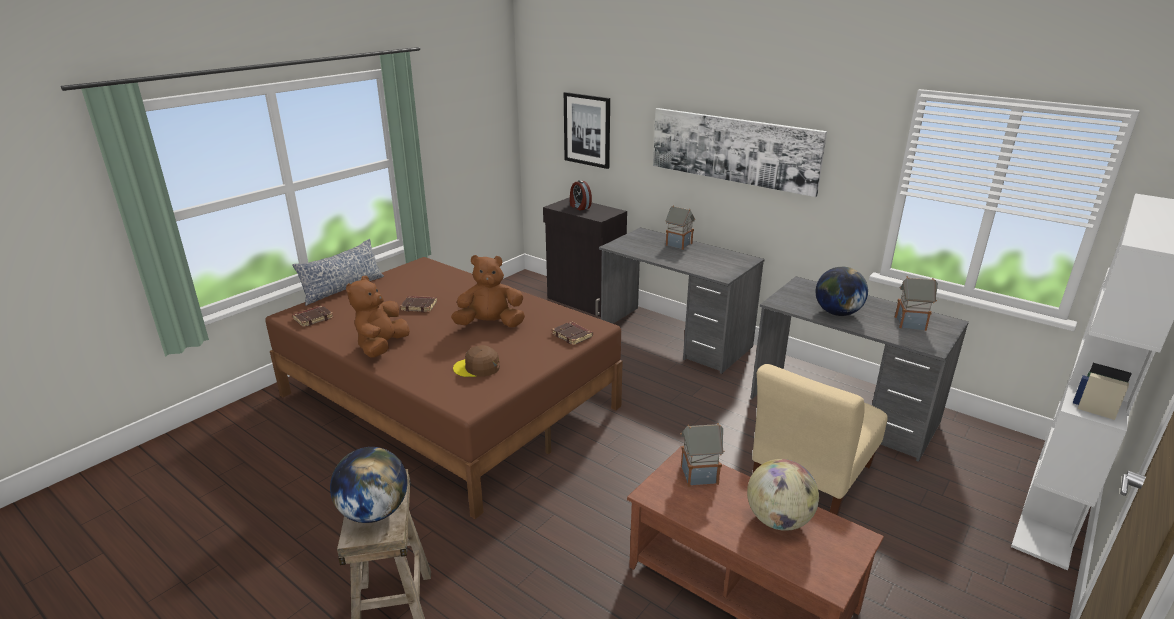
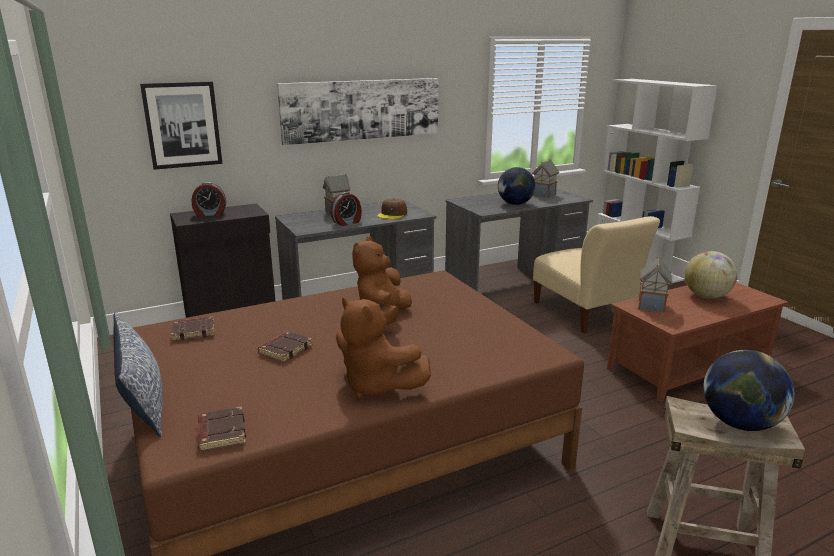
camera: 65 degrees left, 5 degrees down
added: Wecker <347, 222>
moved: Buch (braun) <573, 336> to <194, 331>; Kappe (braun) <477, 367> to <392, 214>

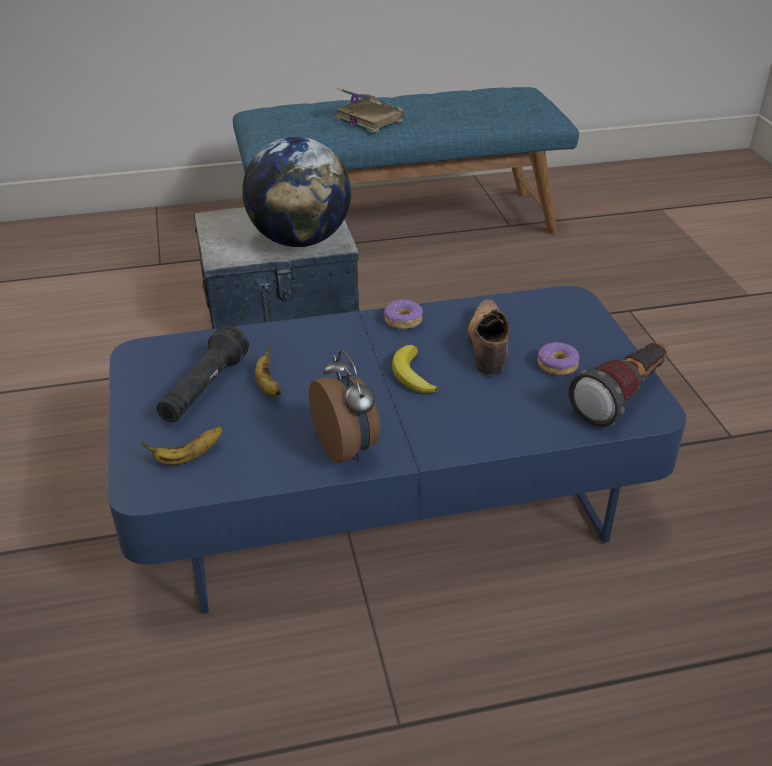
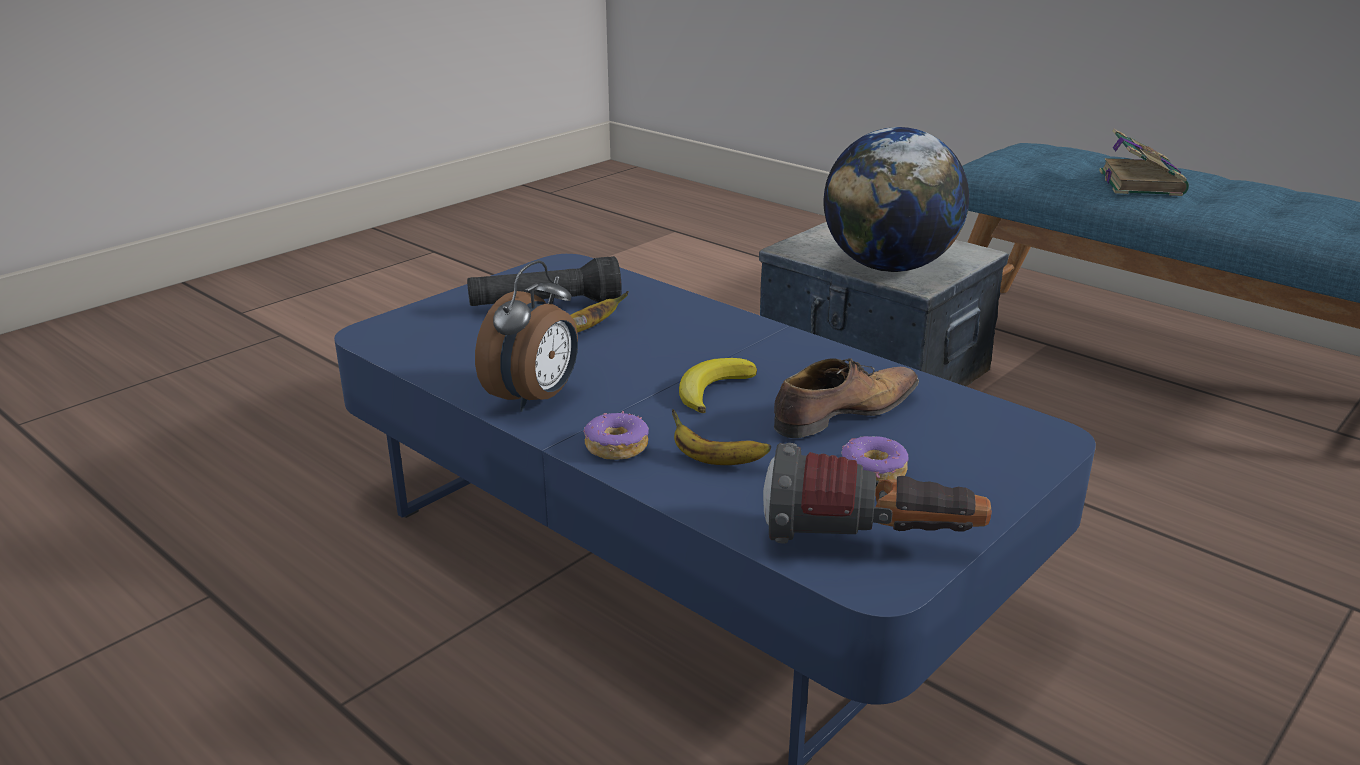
camera: 55 degrees right, 10 degrees down
moved: Donut <403, 321> to <616, 446>; Banane <188, 457> to <715, 461>

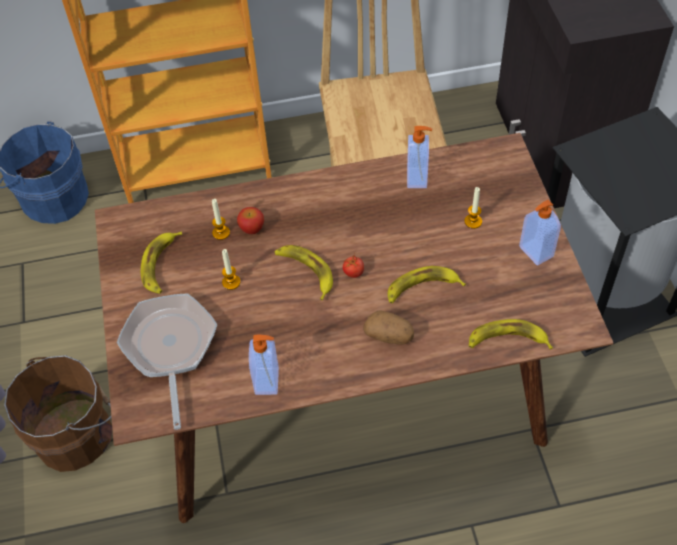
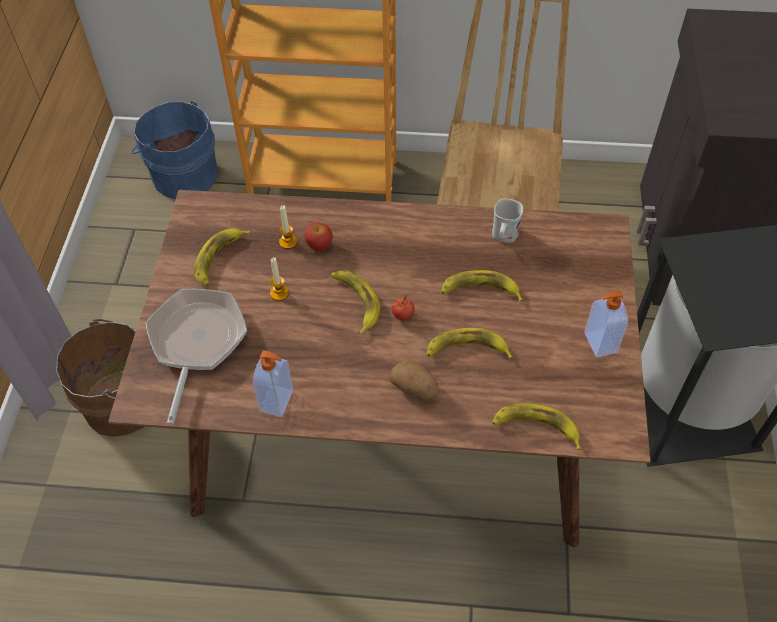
camera: 15 degrees right, 0 degrees up
removed: Kerze <473, 221>
added: Banane <480, 290>
replaced: Seifenspender <418, 178> to Henkelbecher (weiß) <504, 236>

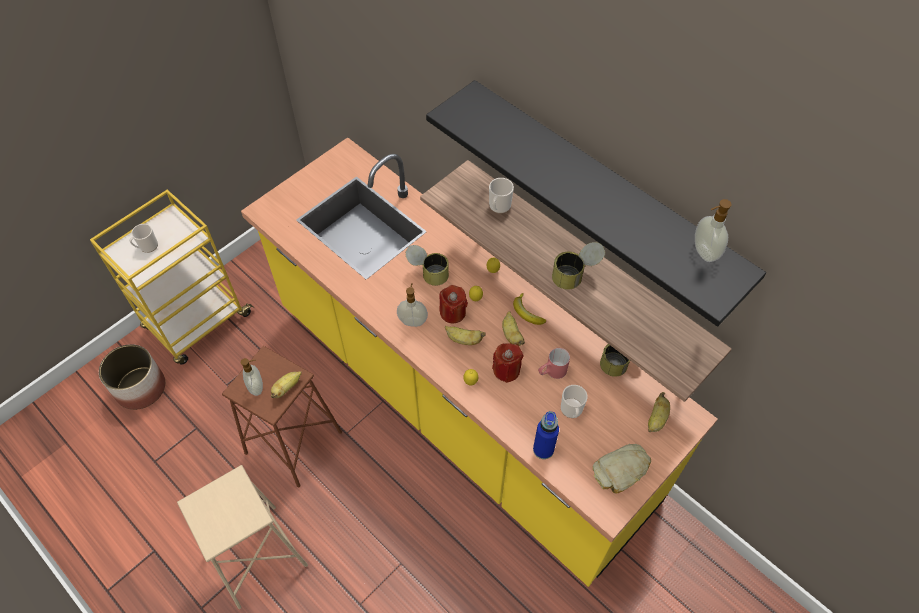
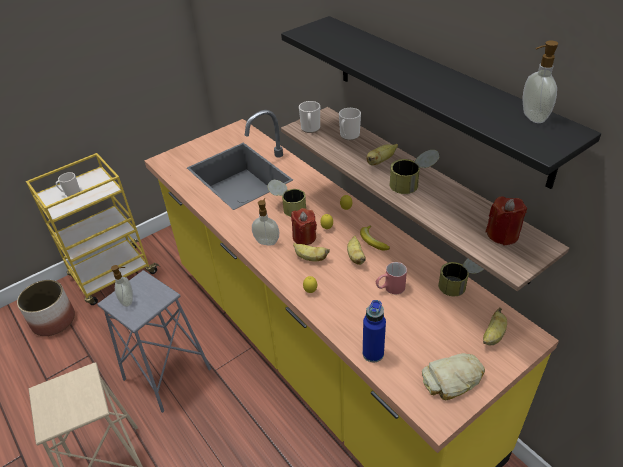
camera: 10 degrees right, 15 degrees down
moved: Kerze (rot) <506, 370> to <502, 234>; Banane <287, 388> to <380, 161>; Henkelbecher <572, 411> to <310, 129>
recoloured: Hocker (braun) <293, 442> to Hocker (grau) <167, 374>

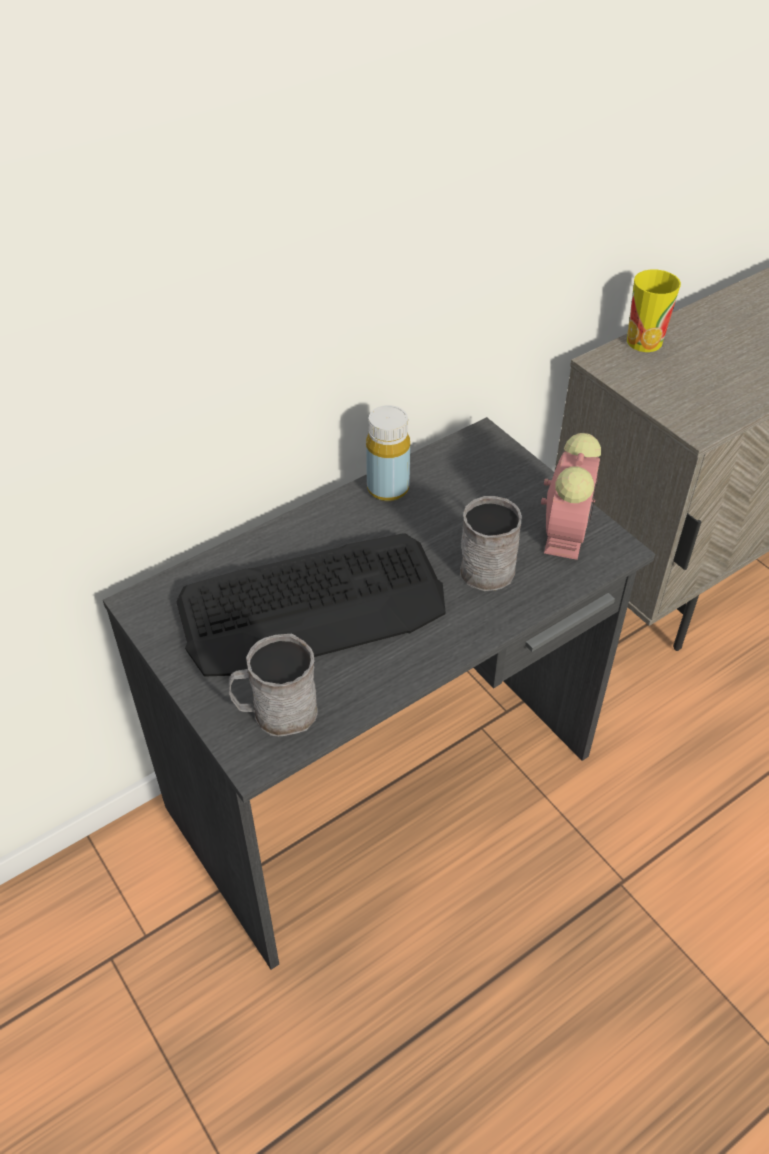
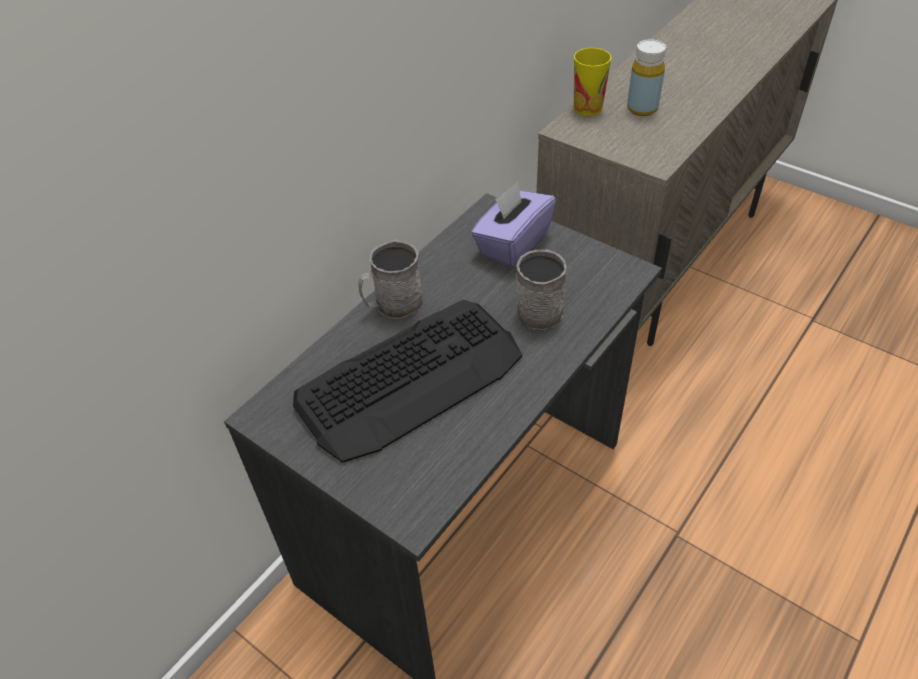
camera: 15 degrees left, 0 degrees up
removed: Wecker <565, 531>
added: Taschentuchbox (lila) <512, 244>
moved: Flasche (gelb) <388, 488> to <642, 108>; Henkelbecher (grau) <276, 712> to <392, 305>

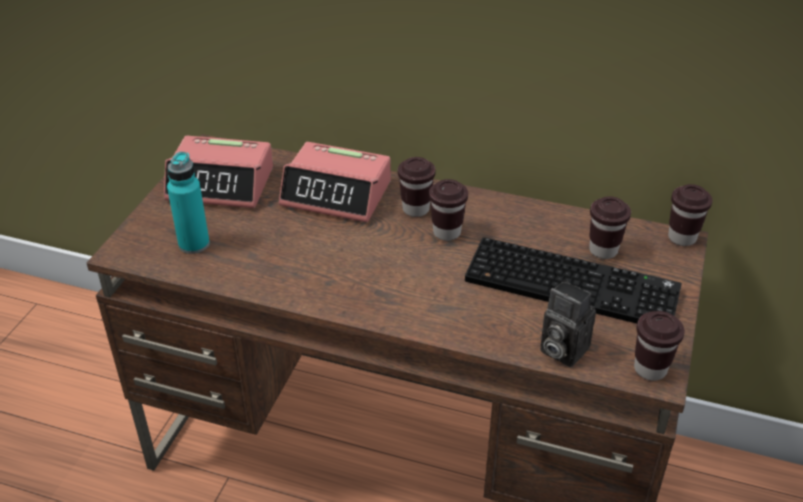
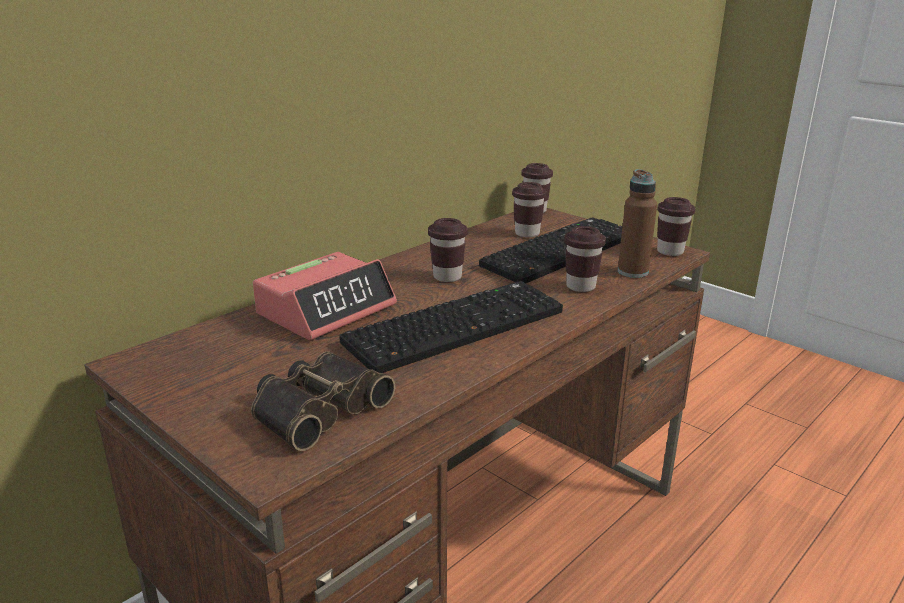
camera: 65 degrees left, 15 degrees down
removed: Wecker <221, 184>
added: Tastatur <456, 325>
moved: Tasse (braun) <416, 209> to <580, 286>
replaced: Flasche (türkis) <194, 244> to Fernglas <317, 408>; Kamera <560, 349> to Flasche (braun) <633, 272>

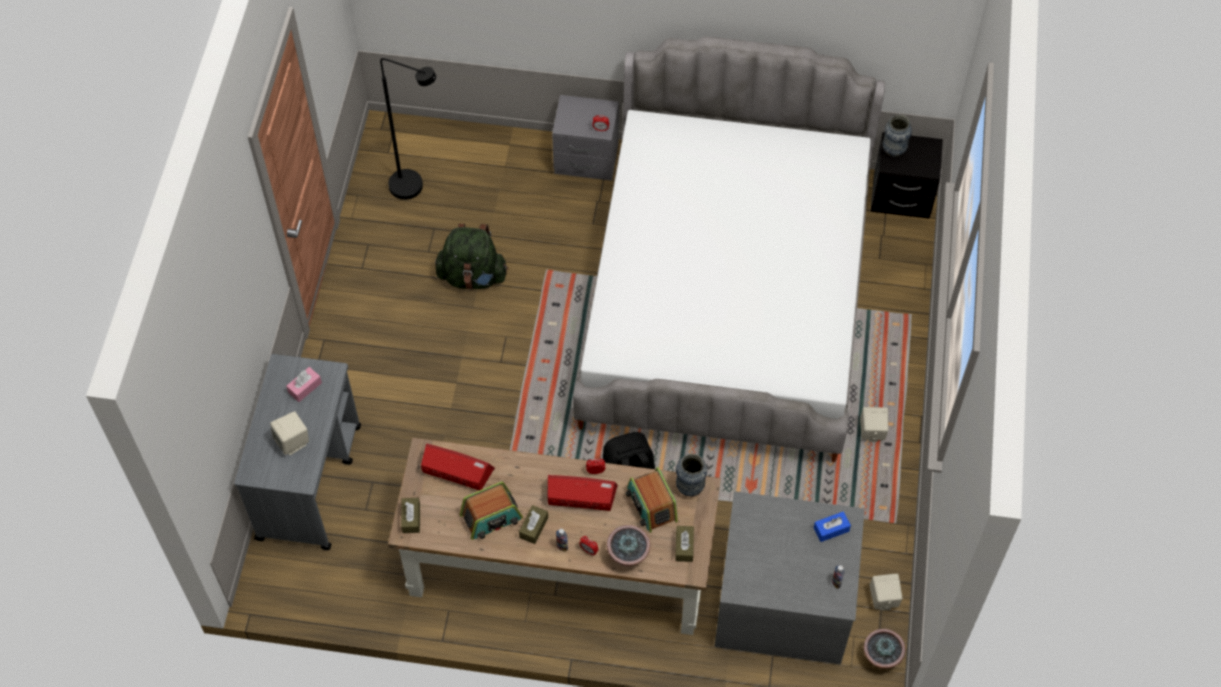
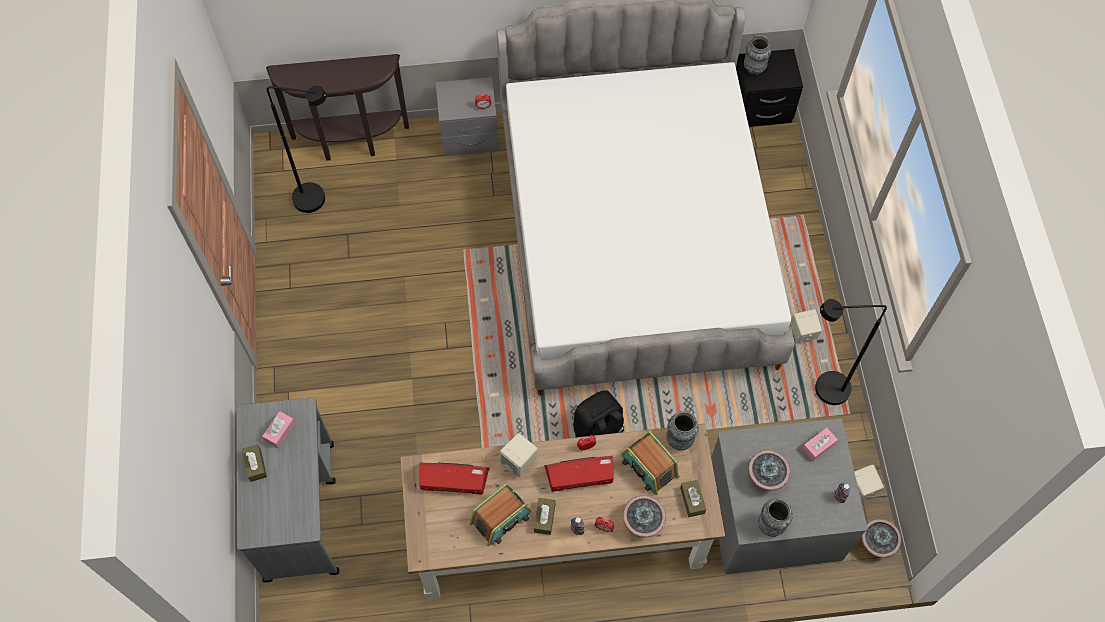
camera: 15 degrees left, 5 degrees up
removed: Rucksack (grün) <472, 276>
added: Konsolentisch (braun) <351, 143>; Stehlampe (schwarz) <822, 391>; Topfpflanze <765, 478>; Vase <771, 525>
moved: Lautsprecher (beige) <293, 442> to <519, 461>; Taschentuchbox (braun) <411, 518> to <255, 465>
recoloured: Taschentuchbox (blau) <831, 529> to Taschentuchbox (rosa) <818, 446>

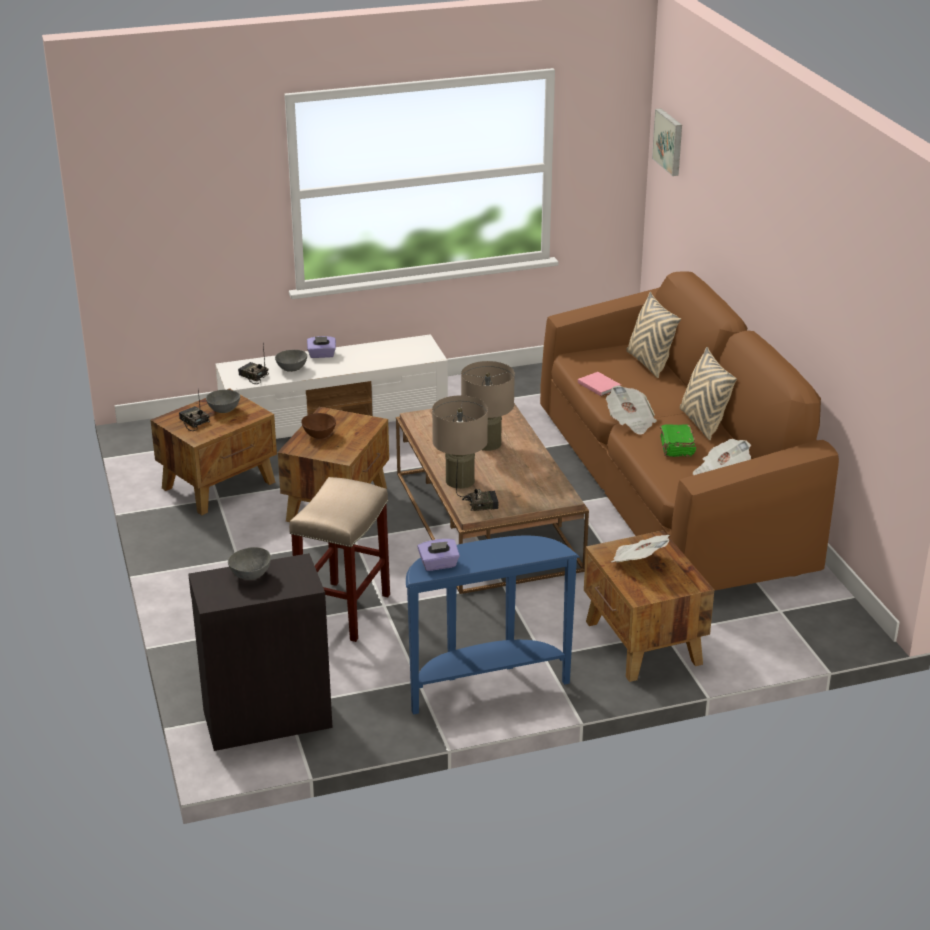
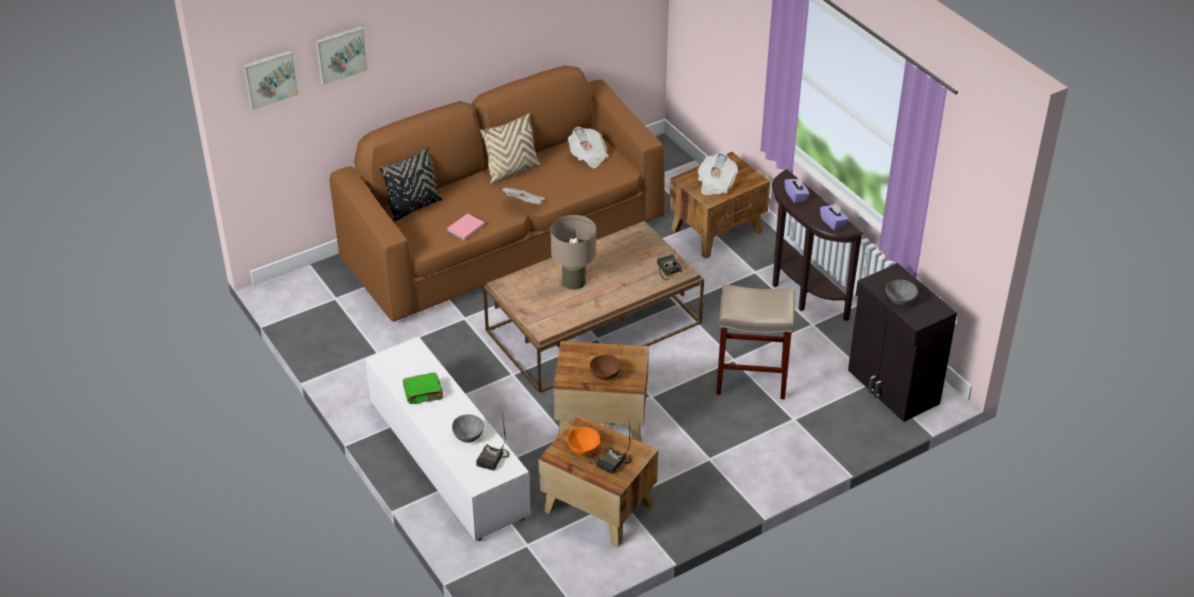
camera: 105 degrees left, 10 degrees up
removed: Tischlampe (beige) <460, 480>
added: Bild <340, 54>
moved: Taschentuchbox (lila) <322, 355> to <796, 196>; Buch (grün) <676, 447> to <424, 394>
recoloured: Kissen (beige) <649, 363> to Kissen (schwarz) <413, 207>; Schüssel (grau) <224, 410> to Schüssel (orange) <584, 449>; Konsolentisch (blau) <485, 685> to Konsolentisch (braun) <801, 292>

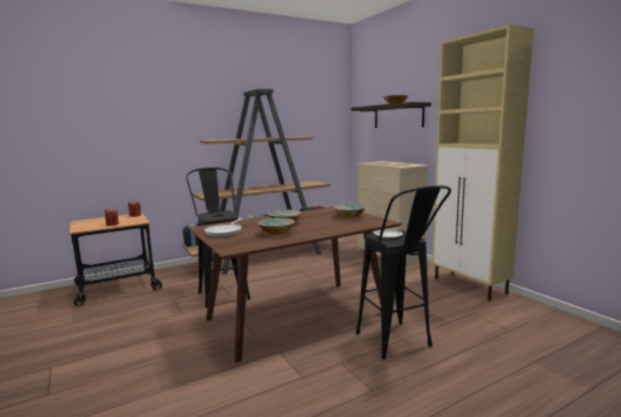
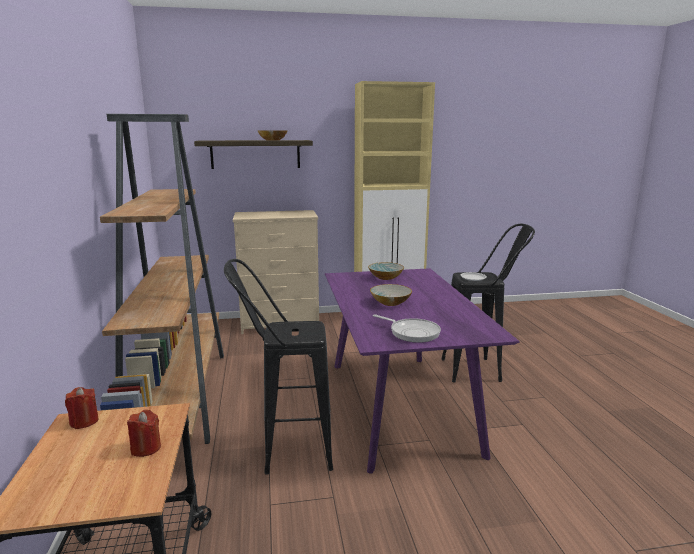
camera: 70 degrees left, 5 degrees up
removed: Schüssel <277, 233>
recoloured: Esstisch (braun) <297, 317> to Esstisch (lila) <401, 405>

